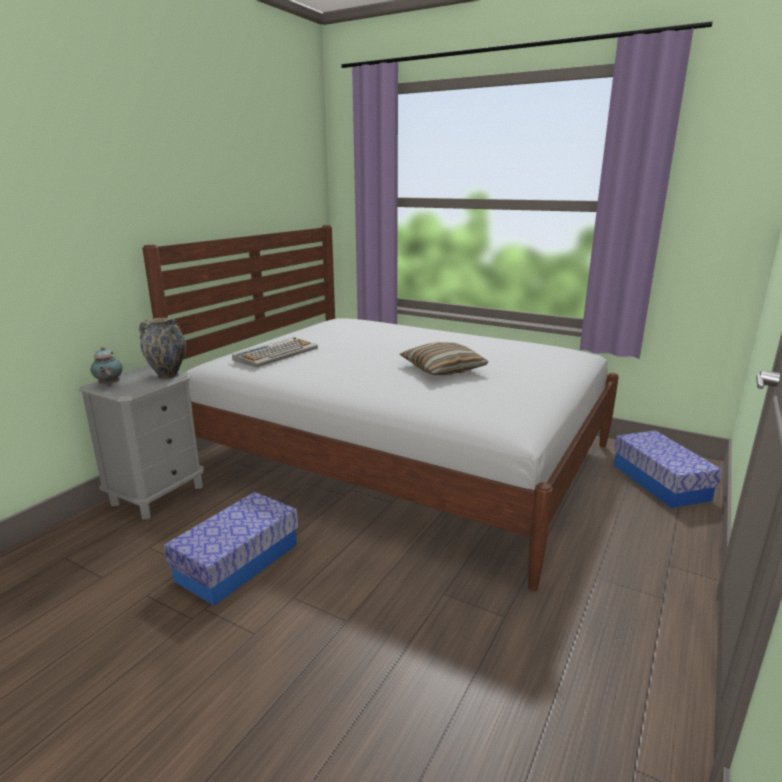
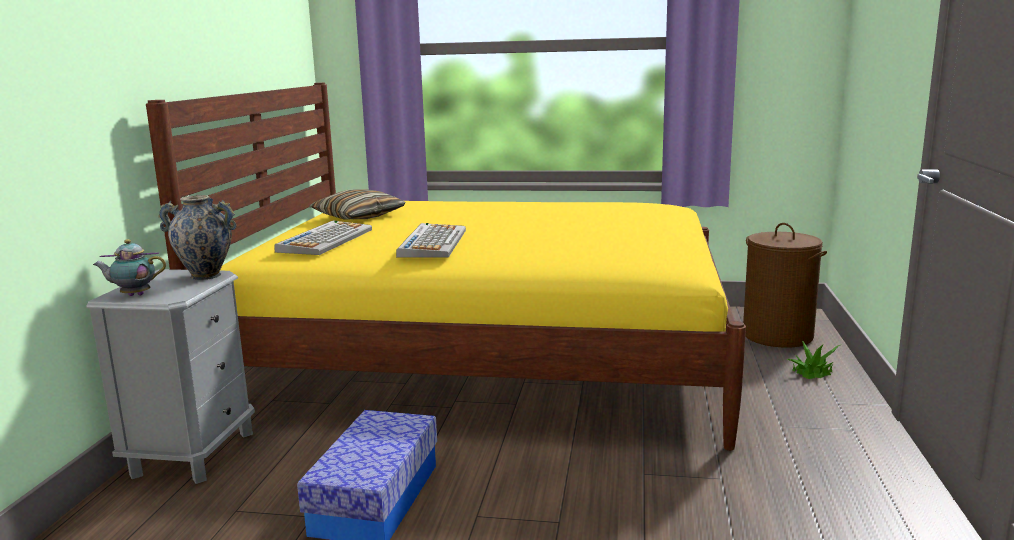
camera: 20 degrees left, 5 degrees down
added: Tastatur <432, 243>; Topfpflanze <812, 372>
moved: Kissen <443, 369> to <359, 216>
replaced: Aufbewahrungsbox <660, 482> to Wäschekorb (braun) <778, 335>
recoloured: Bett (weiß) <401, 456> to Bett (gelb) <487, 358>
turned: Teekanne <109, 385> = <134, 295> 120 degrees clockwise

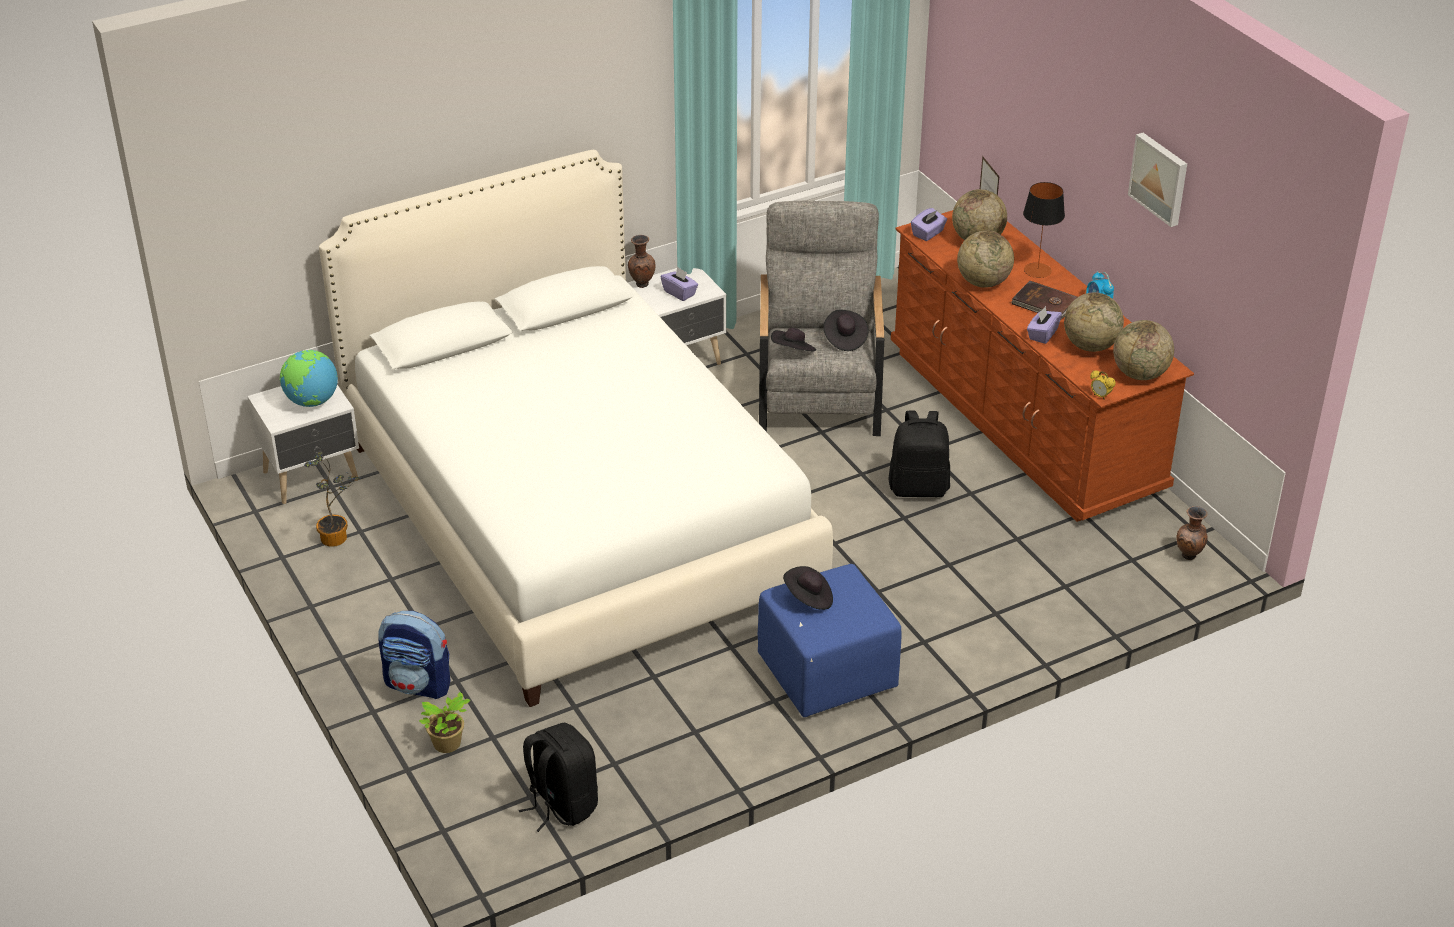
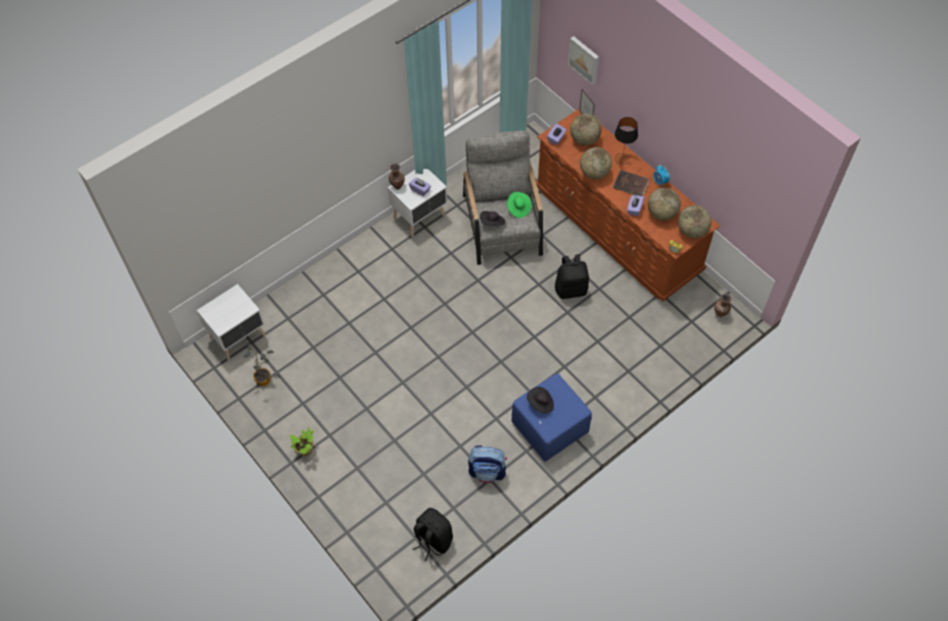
camera: 10 degrees left, 20 degrees up
removed: Bett (weiß) <578, 517>; Globus <311, 401>
moved: Bild <1160, 178> to <584, 59>; Rucksack <419, 684> to <487, 471>; Topfpflanze <448, 745> to <306, 451>
recoloured: Hut (schwarz) <844, 339> to Hut (grün) <518, 208>

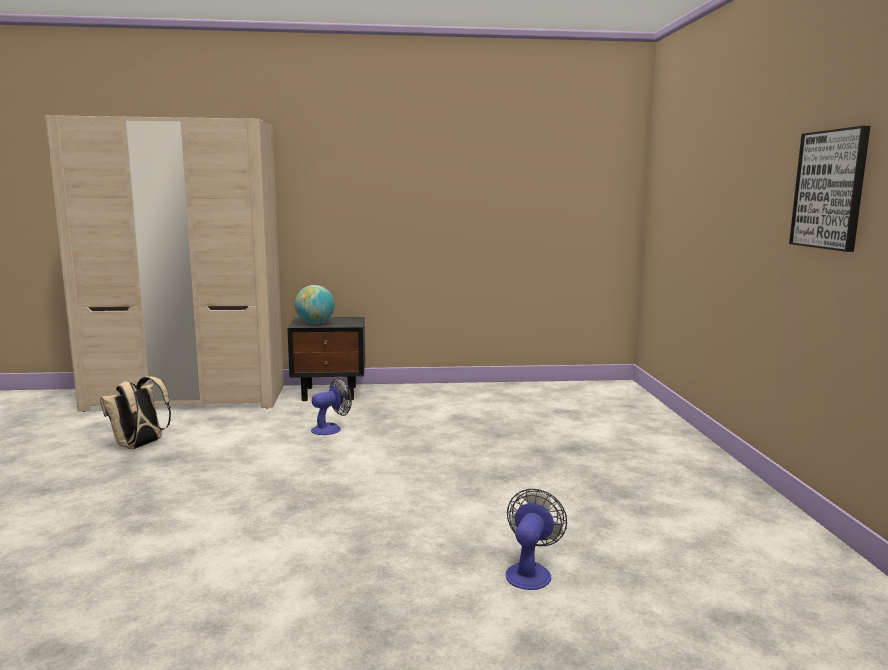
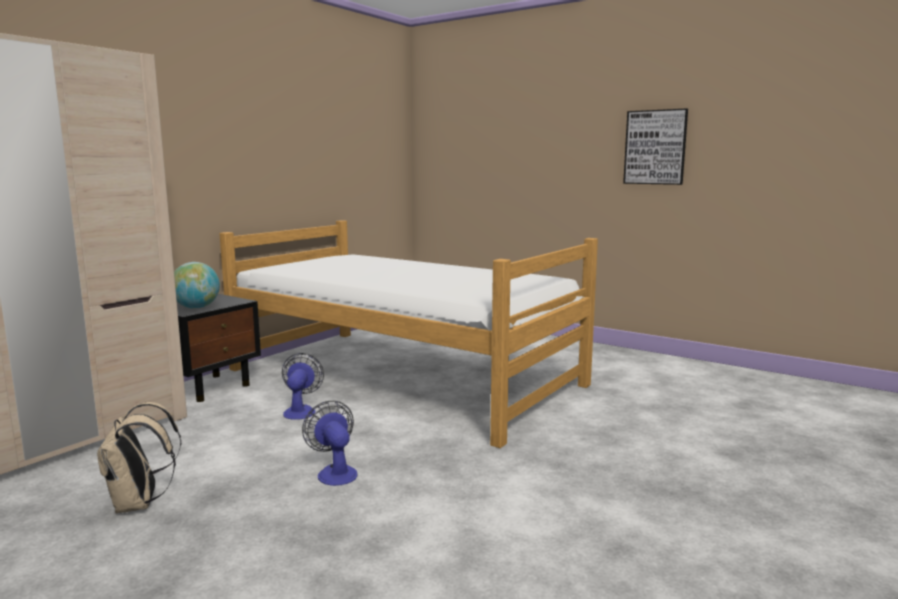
camera: 50 degrees left, 0 degrees up
added: Bett <403, 377>
moved: Ventilator <530, 571> to <334, 472>

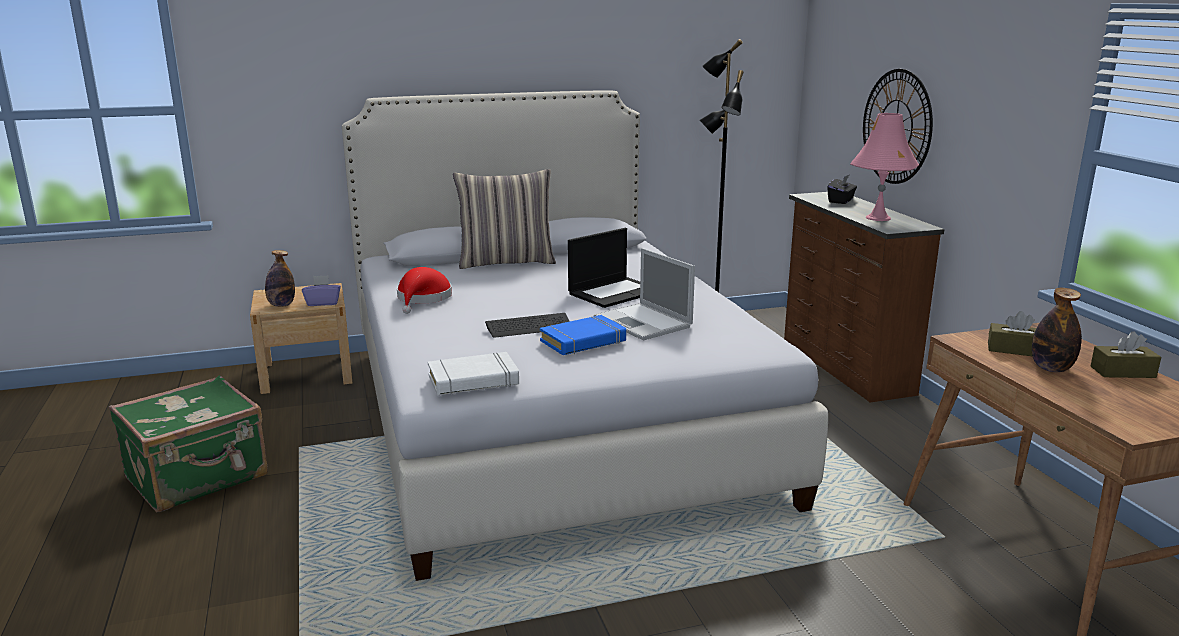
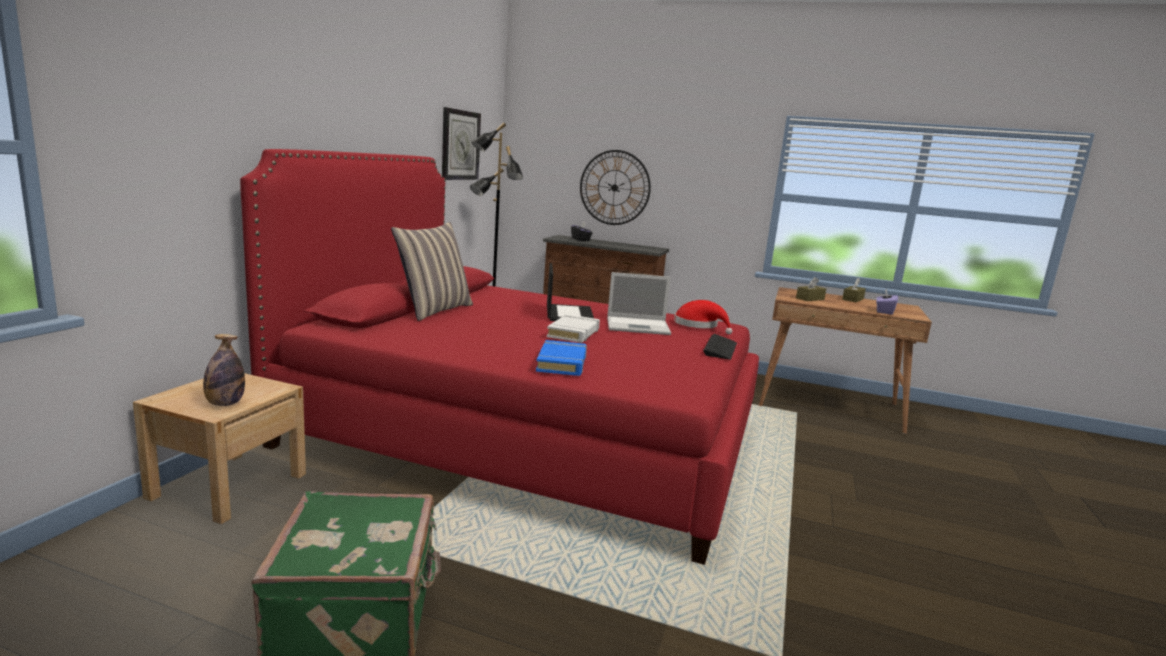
camera: 55 degrees left, 5 degrees down
removed: Tischlampe (rosa) <878, 218>; Flasche <1051, 368>
added: Wanduhr <460, 145>
moved: Hut (rot) <423, 299> to <699, 325>; Taschentuchbox (lila) <323, 303> to <884, 311>; Tastatur <529, 327> to <720, 348>; Buch (blau) <583, 341> to <562, 363>; Buch (weiß) <473, 380> to <574, 333>
recoloured: Bett (weiß) <550, 419> to Bett (rot) <527, 434>

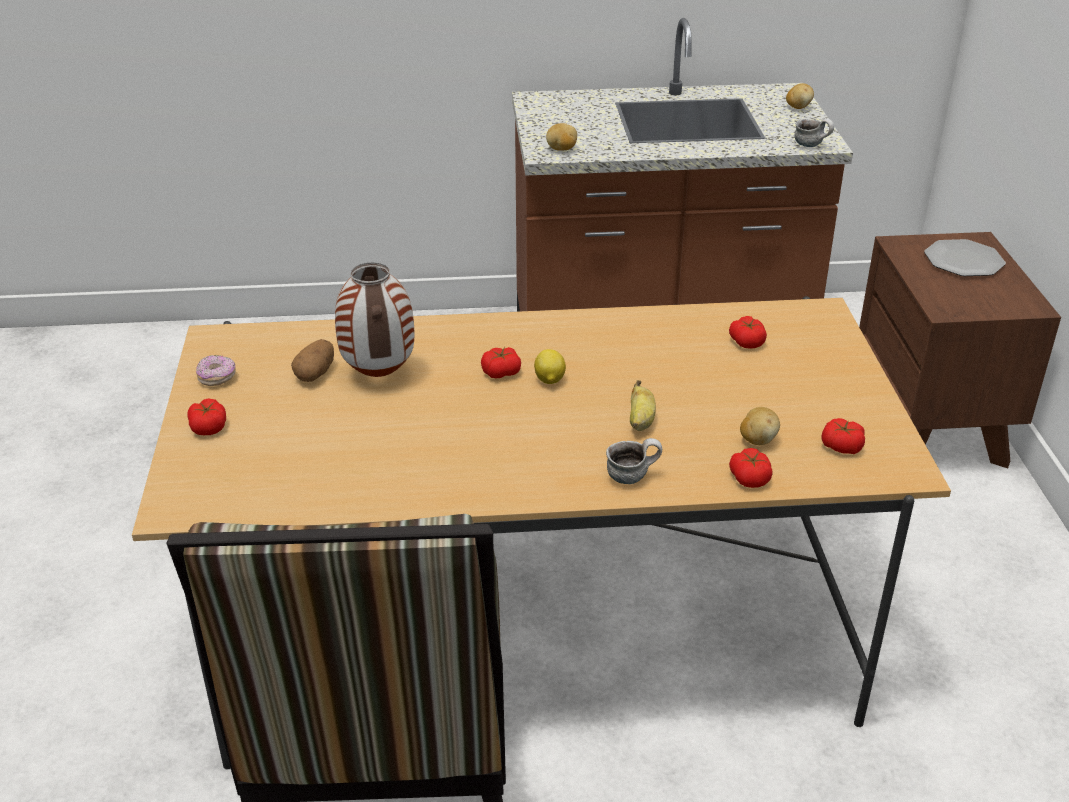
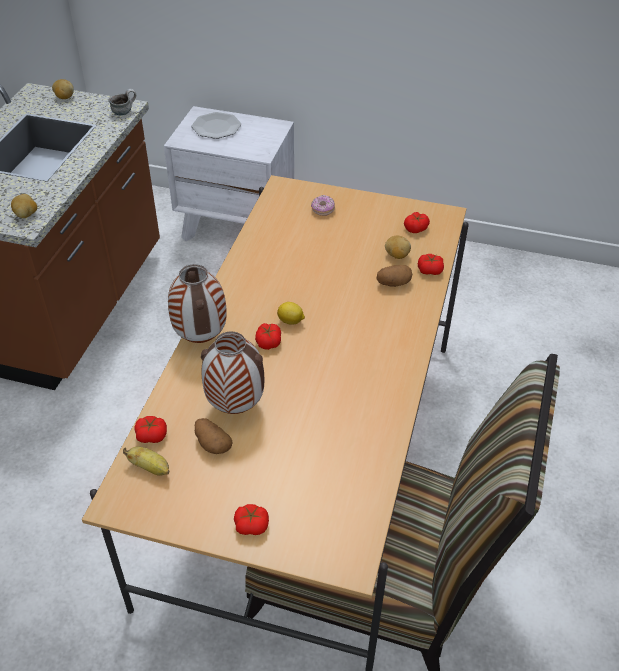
camera: 70 degrees left, 10 degrees up
removed: Henkelbecher <632, 476>
added: Vase <200, 338>; Kartoffel <393, 283>
moved: Tomate <747, 342> to <151, 435>; Donut <217, 378> to <322, 210>; Banane <640, 421> to <150, 468>
recoloured: Nachttisch (braun) <930, 425> to Nachttisch (weiß) <237, 226>

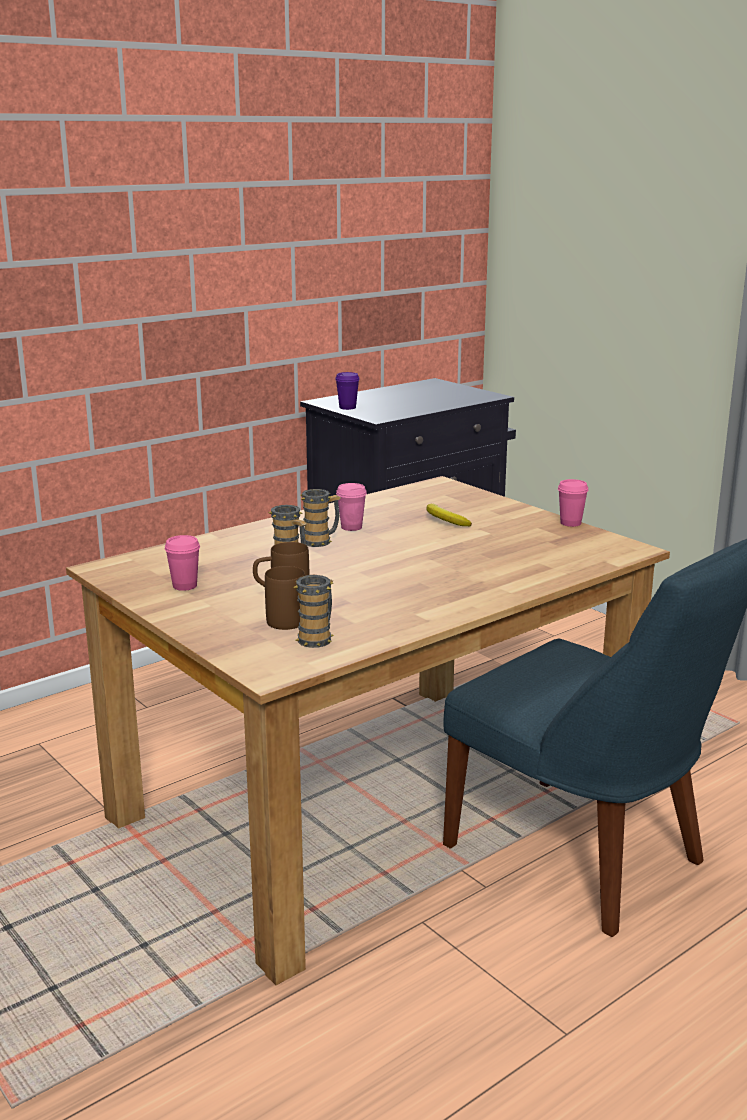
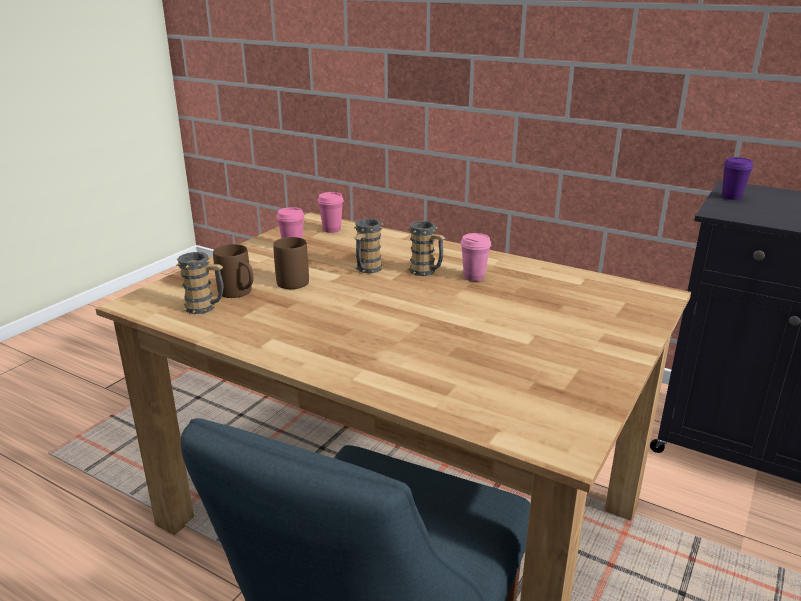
camera: 70 degrees right, 5 degrees up
removed: Banane <445, 521>
moved: Tasse (rosa) <570, 523> to <331, 229>

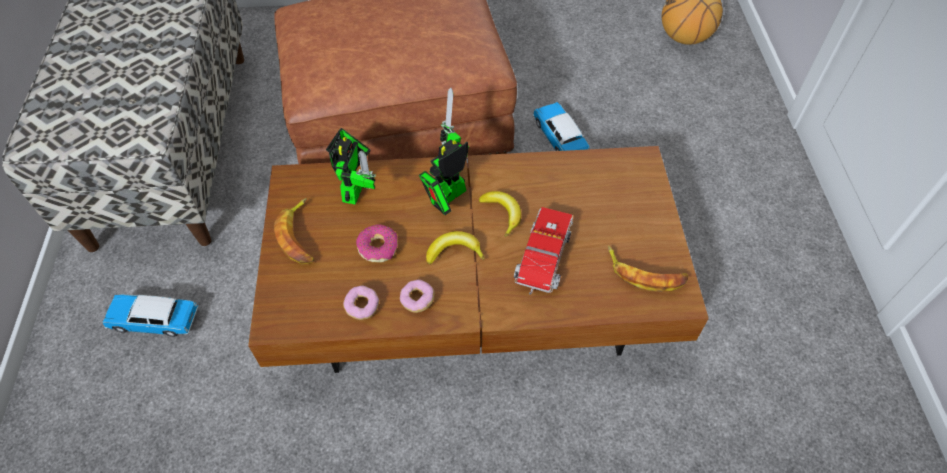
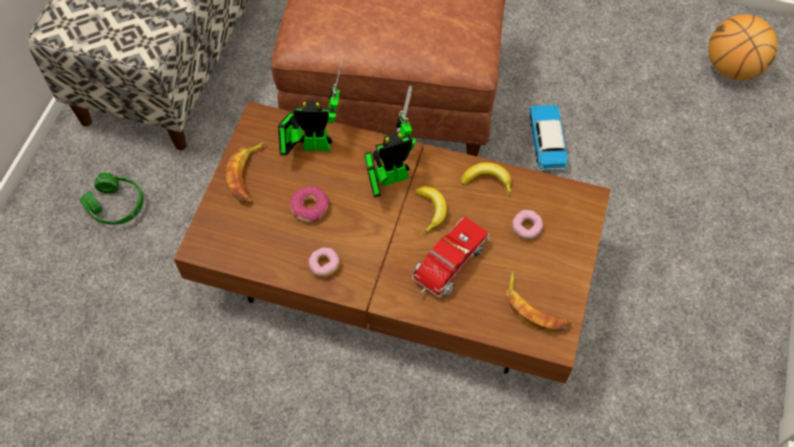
camera: 20 degrees right, 5 degrees up
moved: Banane <454, 252> to <487, 180>; Donut <362, 307> to <526, 228>
replaced: Spielzeugauto <154, 320> to Kopfhörer (grün) <116, 205>
turned: Spielzeugroboter <355, 188> = <311, 145> 120 degrees counterclockwise

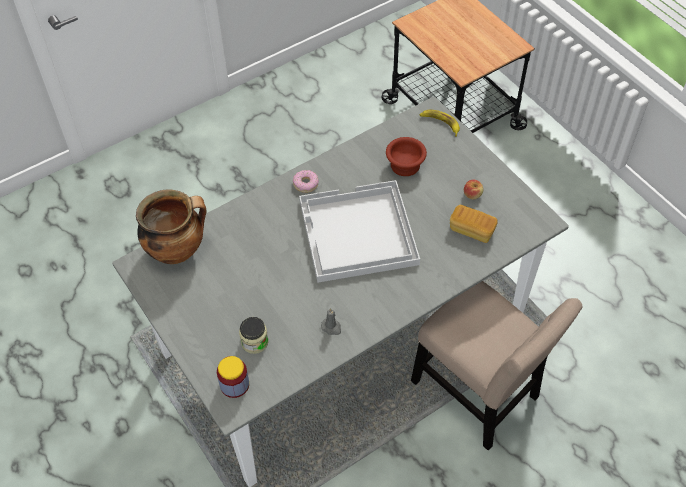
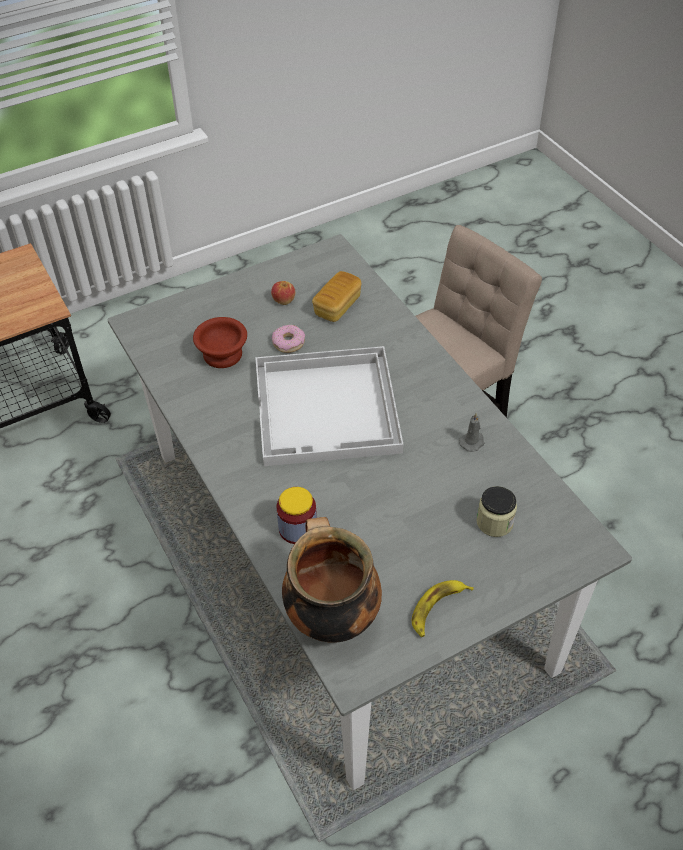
camera: 85 degrees left, 5 degrees down
moved: Banane <440, 123> to <438, 609>; Donut <305, 184> to <288, 343>; Vorratsglas <234, 384> to <297, 528>

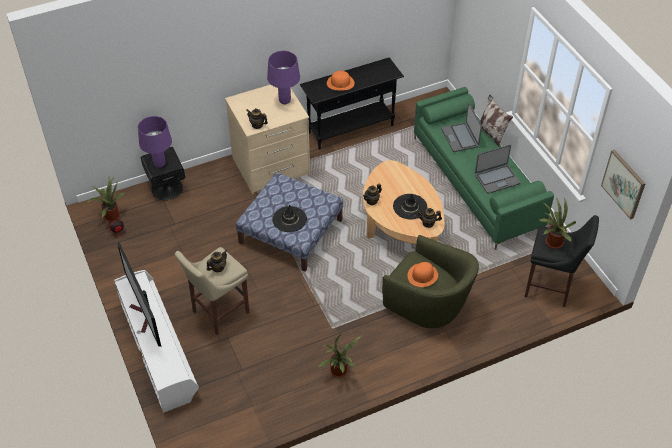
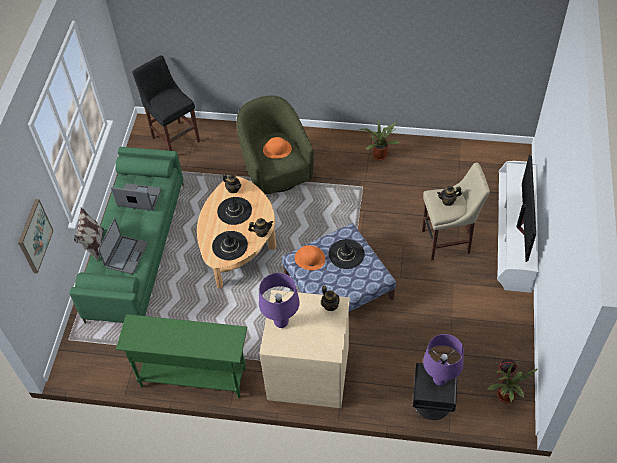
camera: 145 degrees left, 5 degrees up
removed: Topfpflanze <552, 242>
added: Hut (schwarz) <230, 245>
moved: Hut (orange) <340, 83> to <309, 258>; Bild <624, 184> to <34, 236>
recoloured: Konsolentisch (schwarz) <351, 129> to Konsolentisch (grün) <193, 377>

